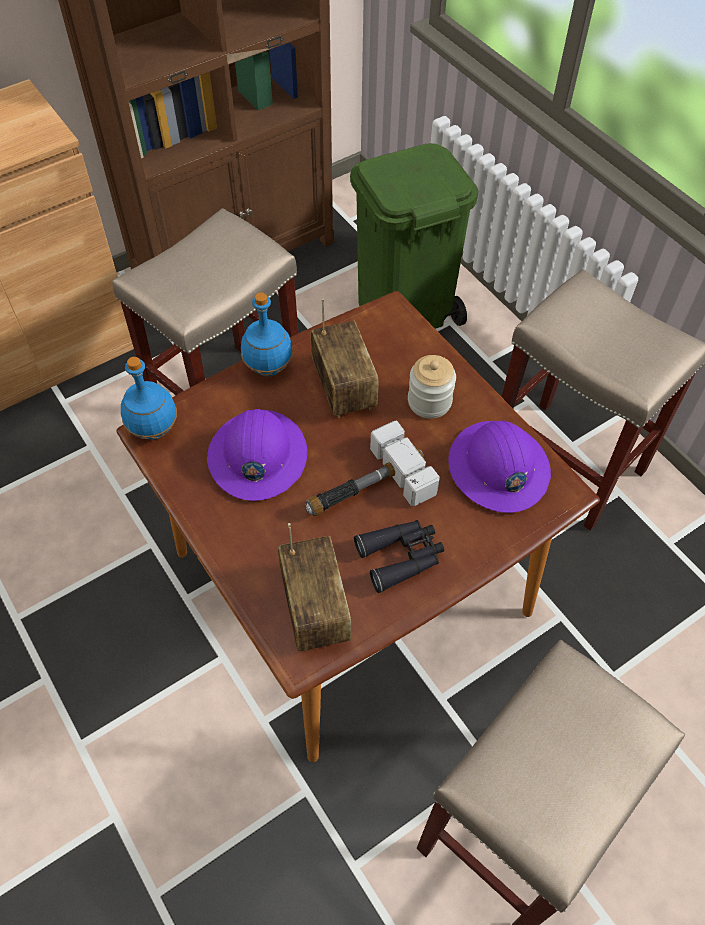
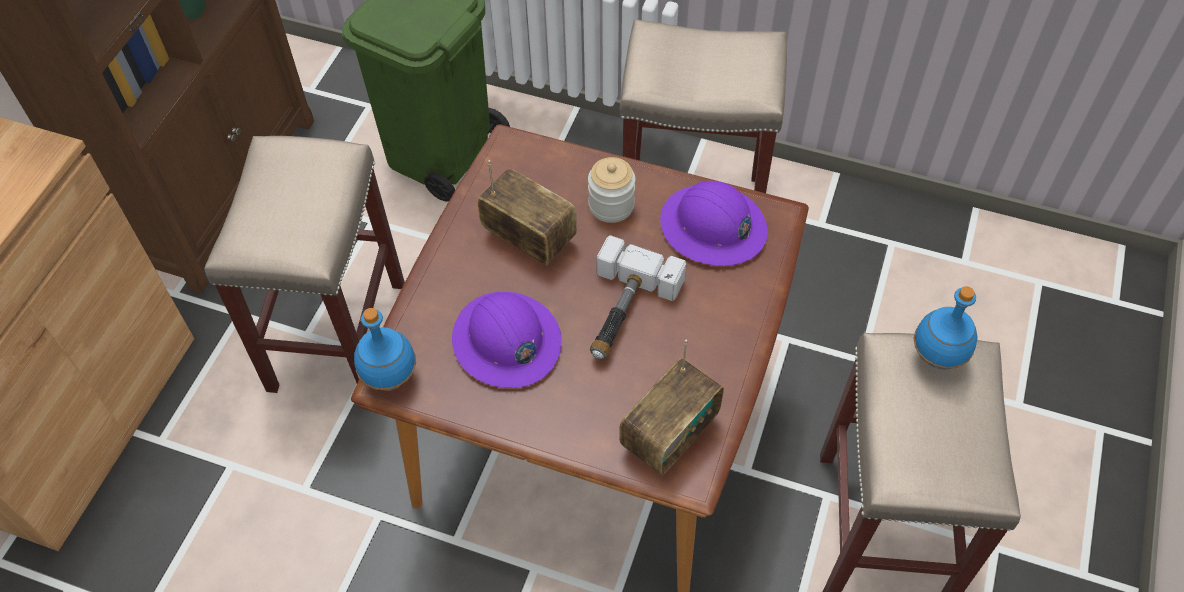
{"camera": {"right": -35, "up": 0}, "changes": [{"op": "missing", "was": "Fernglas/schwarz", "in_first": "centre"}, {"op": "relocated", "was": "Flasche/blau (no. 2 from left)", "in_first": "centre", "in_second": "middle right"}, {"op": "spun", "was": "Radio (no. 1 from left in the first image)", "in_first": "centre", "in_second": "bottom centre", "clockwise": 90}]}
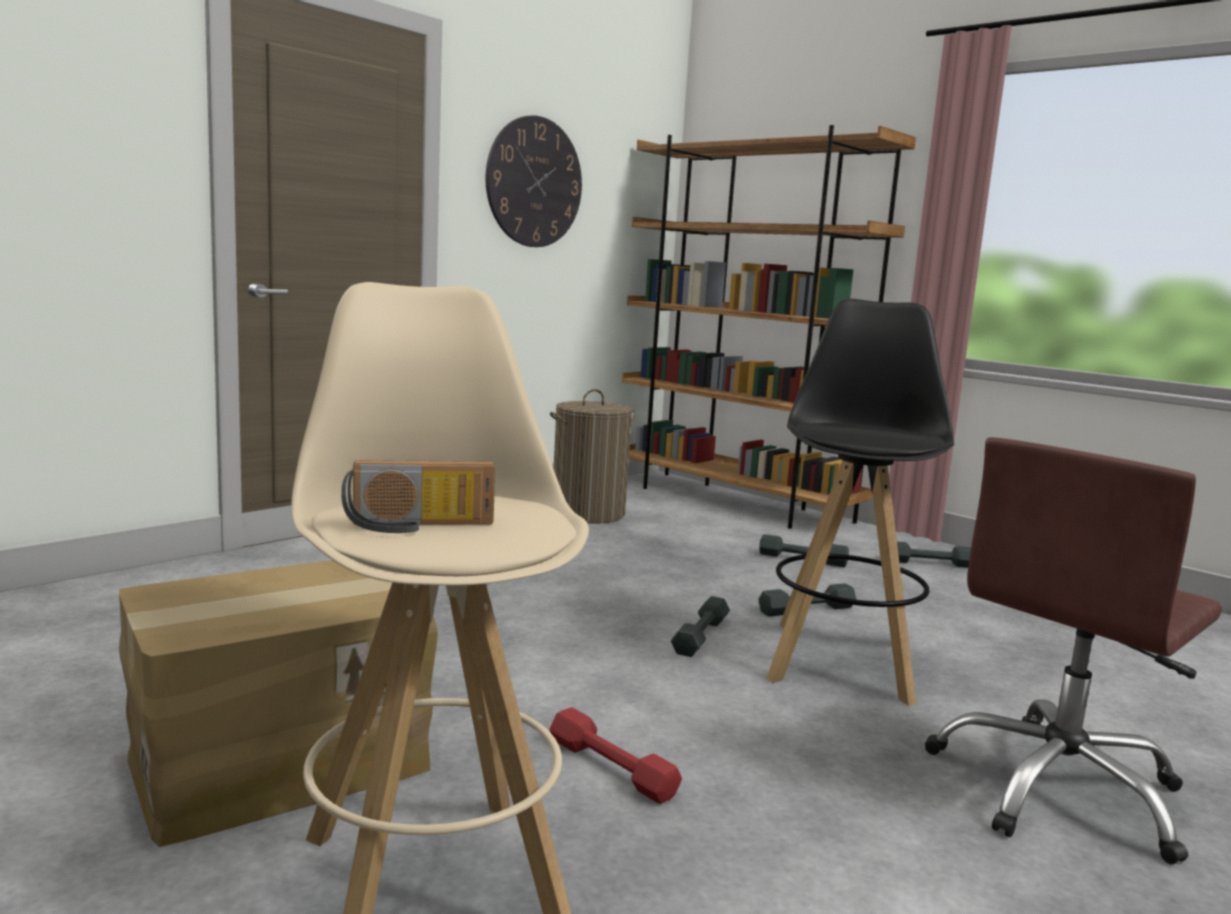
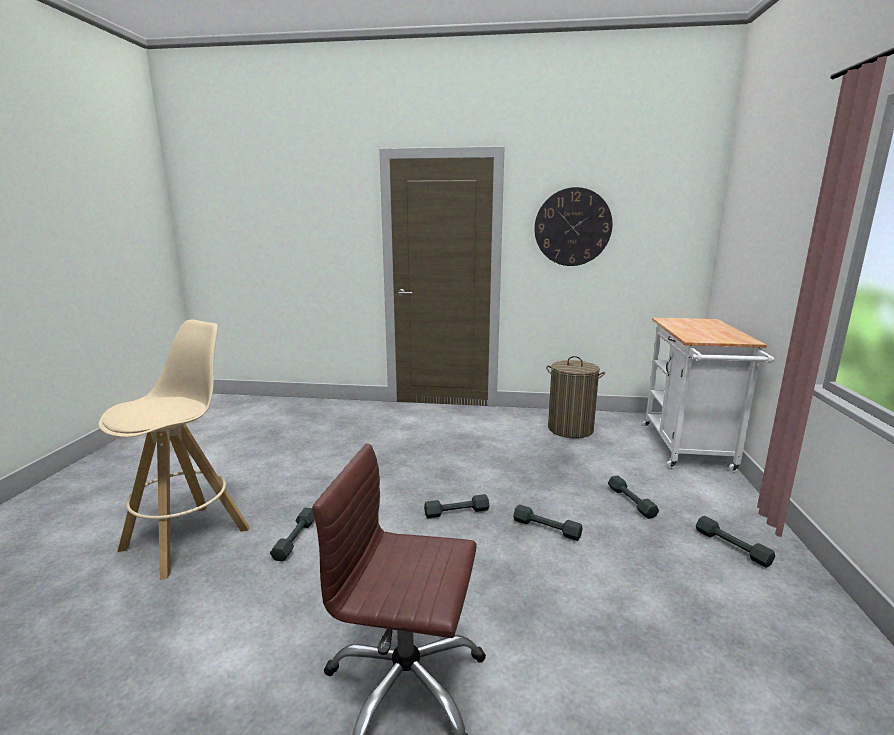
{"camera": {"right": 55, "up": 5}, "changes": [{"op": "missing", "was": "Karton", "in_first": "bottom left"}, {"op": "missing", "was": "Radio", "in_first": "centre"}, {"op": "missing", "was": "Hocker/schwarz", "in_first": "middle right"}, {"op": "exchanged", "was": "Bücherregal/braun", "now": "Rollwagen/weiß", "in_first": "centre", "in_second": "middle right"}, {"op": "colour", "was": "Hantel/rot", "now": "Hantel/grau (no. 1 from left)", "in_first": "bottom centre", "in_second": "bottom left"}]}
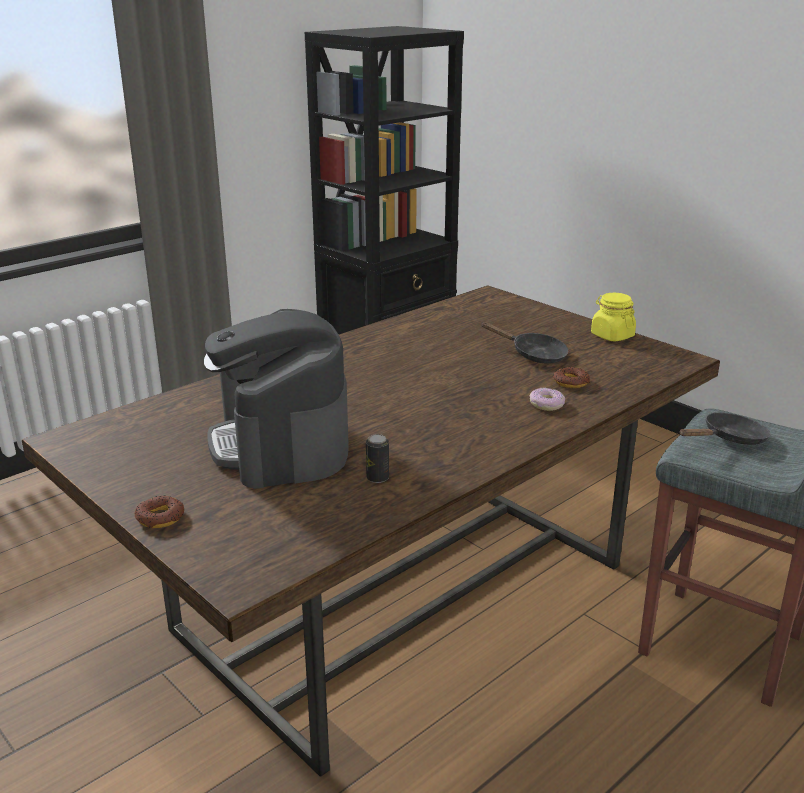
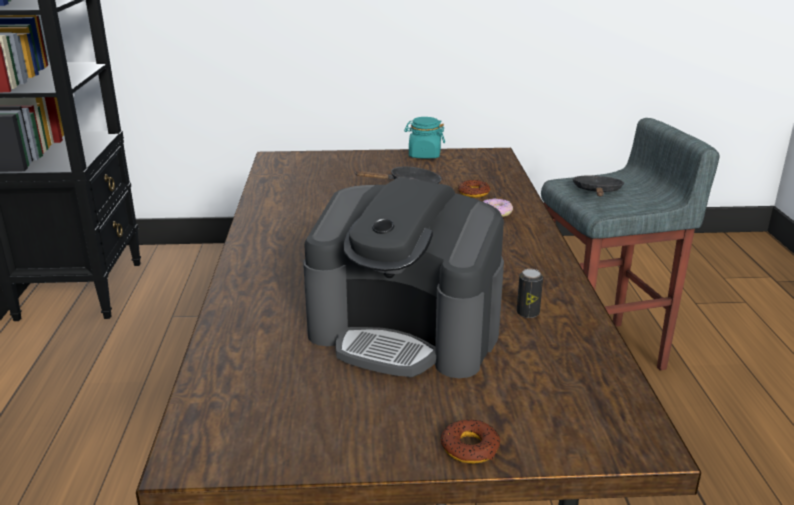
{"camera": {"right": -50, "up": 0}, "changes": [{"op": "colour", "was": "Vorratsglas/gelb", "now": "Vorratsglas/türkis", "in_first": "middle right", "in_second": "top centre"}]}
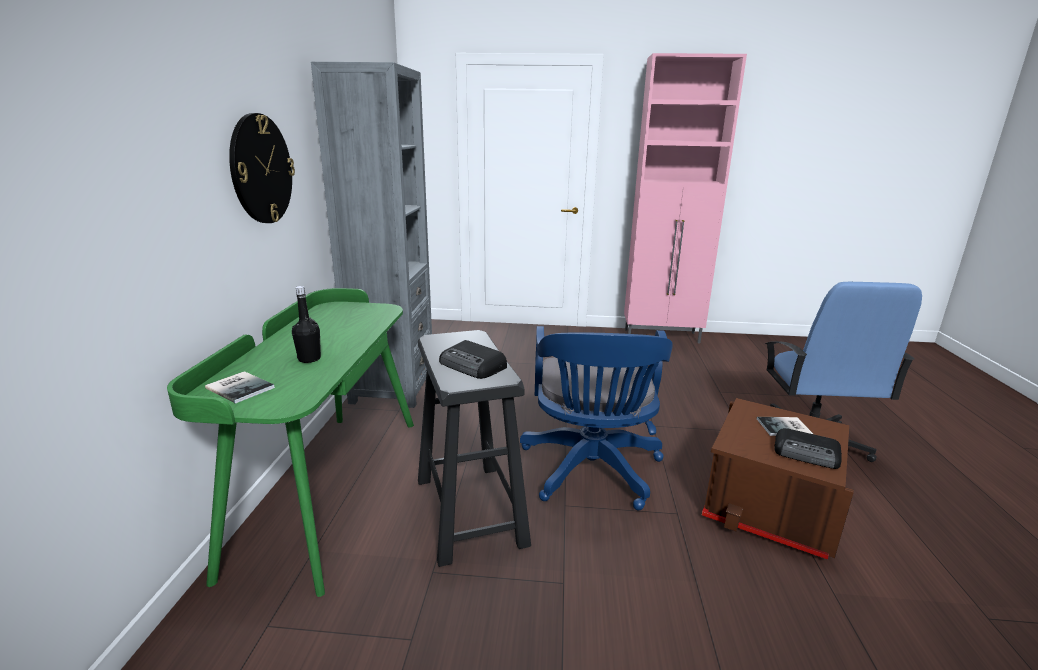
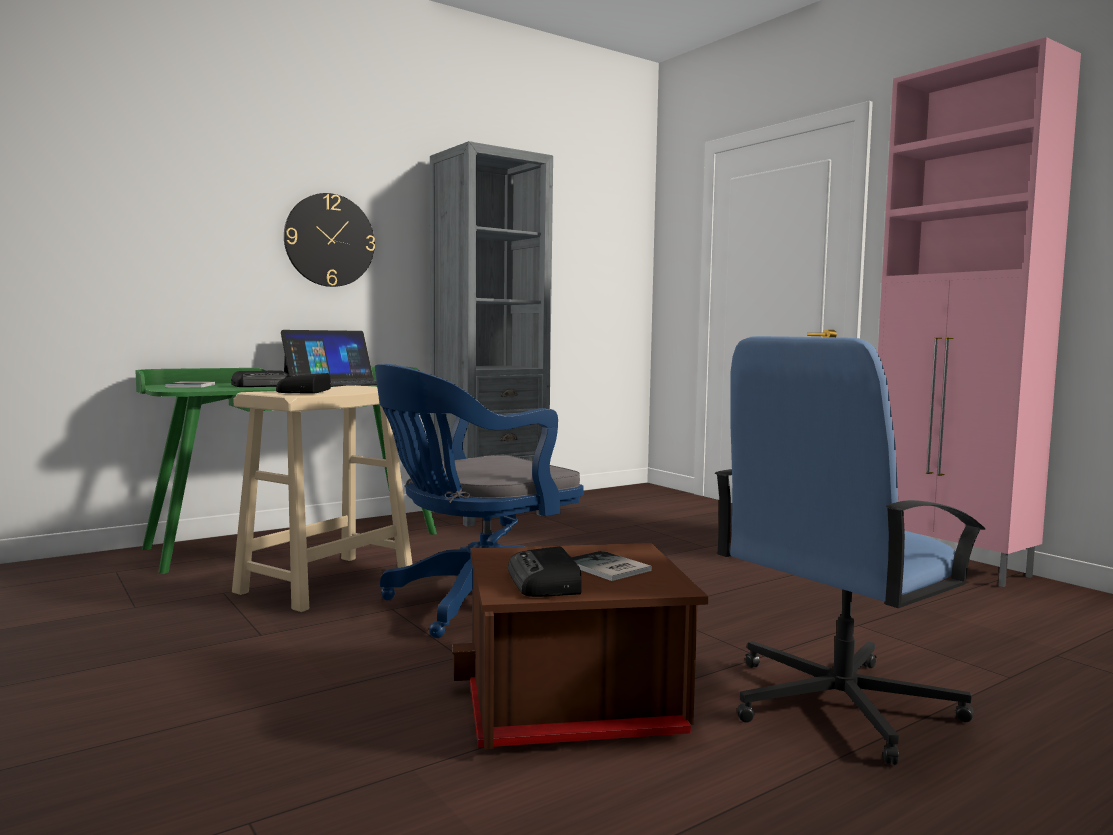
{"camera": {"right": 50, "up": -15}, "changes": [{"op": "appeared", "now": "Laptop", "in_second": "middle left"}, {"op": "exchanged", "was": "Flasche/schwarz", "now": "Radio (no. 1 from left)", "in_first": "middle left", "in_second": "middle left"}, {"op": "colour", "was": "Hocker/schwarz", "now": "Hocker/beige", "in_first": "bottom centre", "in_second": "middle left"}]}
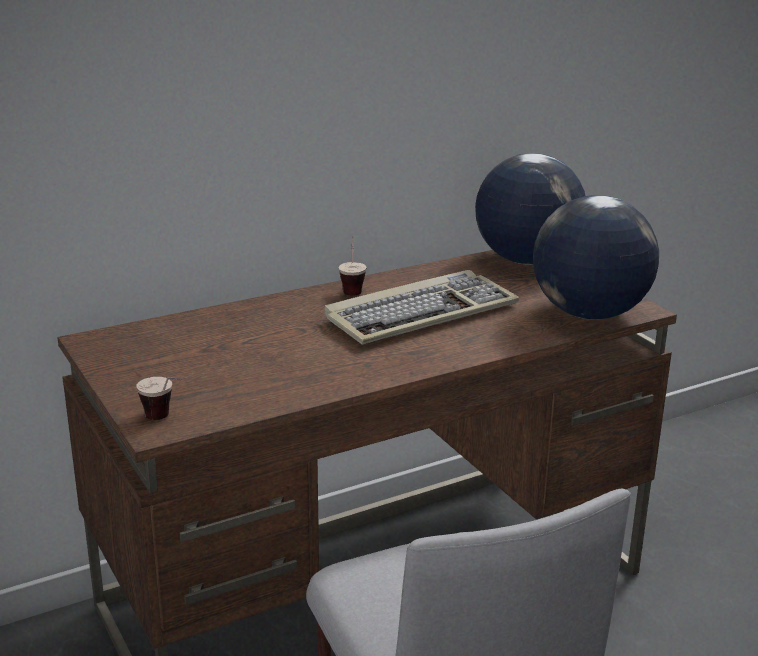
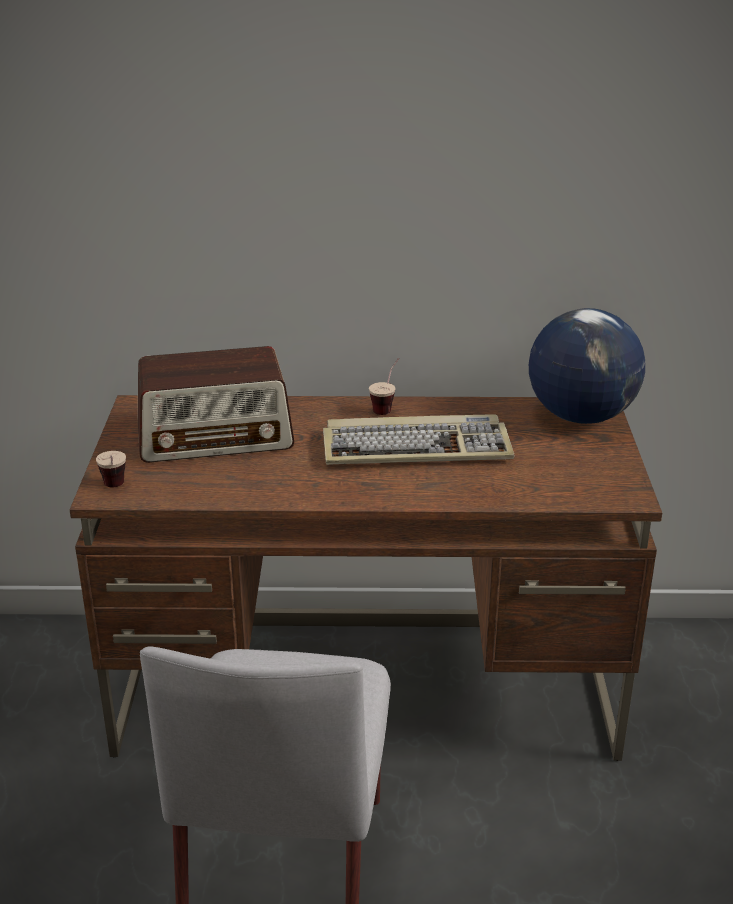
{"camera": {"right": 30, "up": 5}, "changes": [{"op": "missing", "was": "Globus (no. 2 from left)", "in_first": "middle right"}, {"op": "appeared", "now": "Radio", "in_second": "middle left"}]}
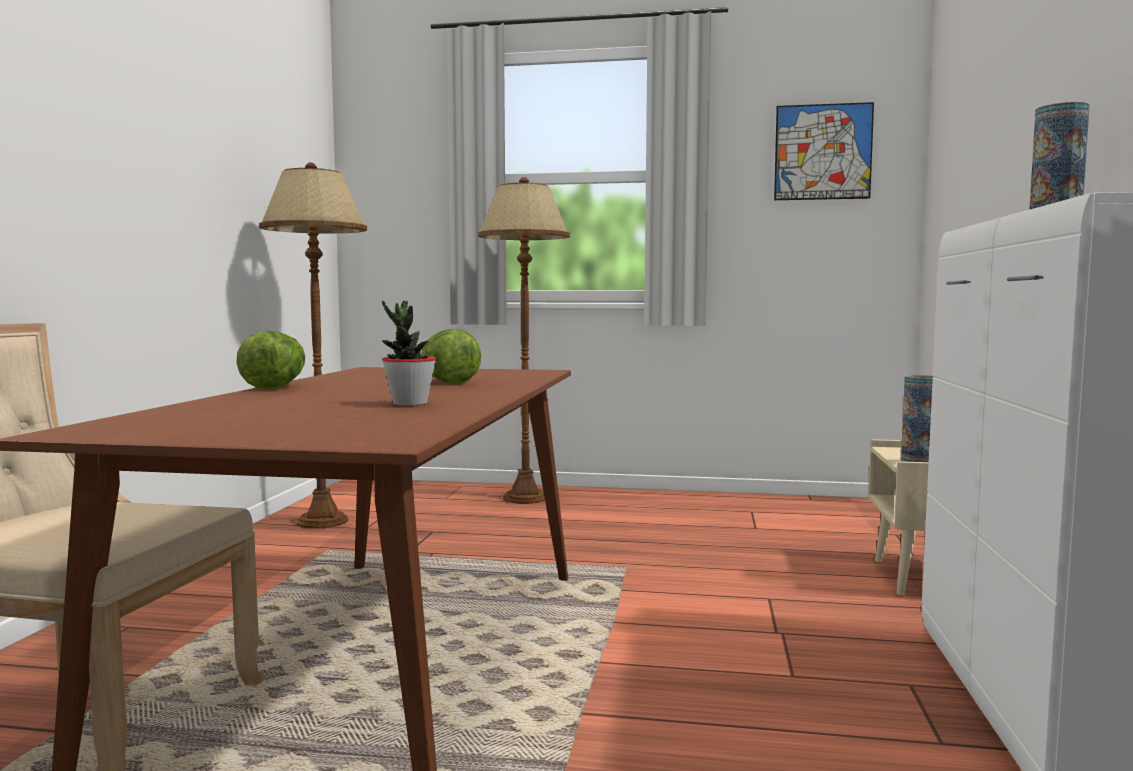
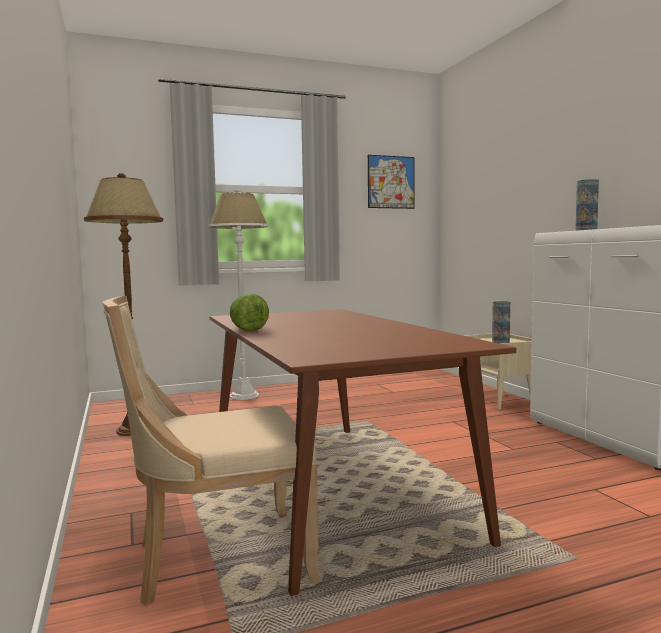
{"camera": {"right": -30, "up": 0}, "changes": [{"op": "missing", "was": "Topfpflanze", "in_first": "centre"}, {"op": "missing", "was": "Salatkopf (no. 2 from left)", "in_first": "centre"}, {"op": "colour", "was": "Stehlampe/braun (no. 2 from left)", "now": "Stehlampe/weiß", "in_first": "centre", "in_second": "centre"}]}
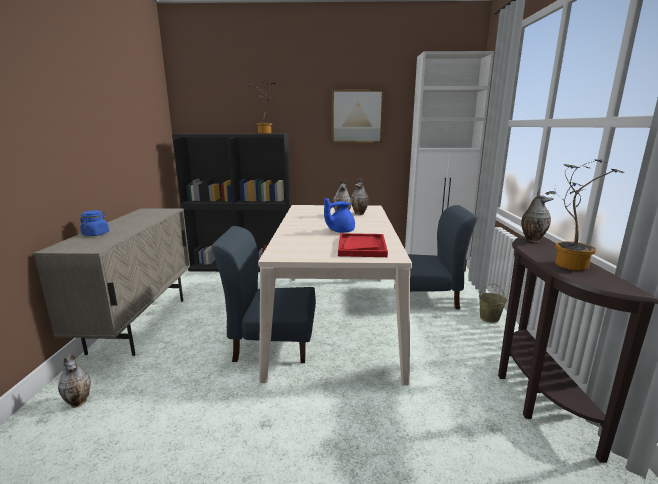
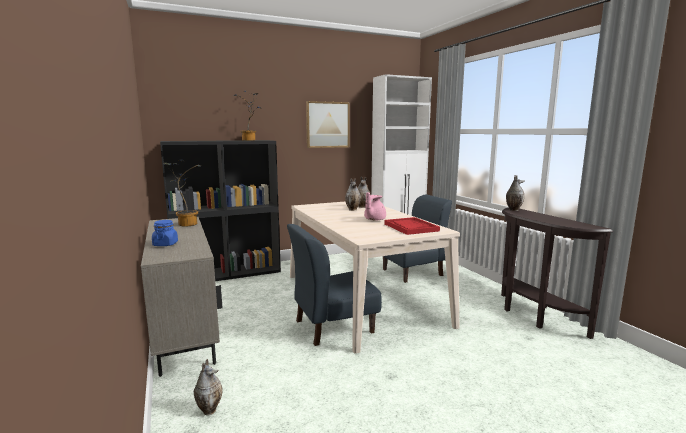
{"camera": {"right": -25, "up": -5}, "changes": [{"op": "missing", "was": "Eimer/beige", "in_first": "middle right"}, {"op": "relocated", "was": "Topfpflanze (no. 2 from left in the first image)", "now": "Topfpflanze (no. 1 from left)", "in_first": "middle right", "in_second": "middle left"}, {"op": "colour", "was": "Teekanne/blau", "now": "Teekanne/rosa", "in_first": "centre", "in_second": "centre"}]}
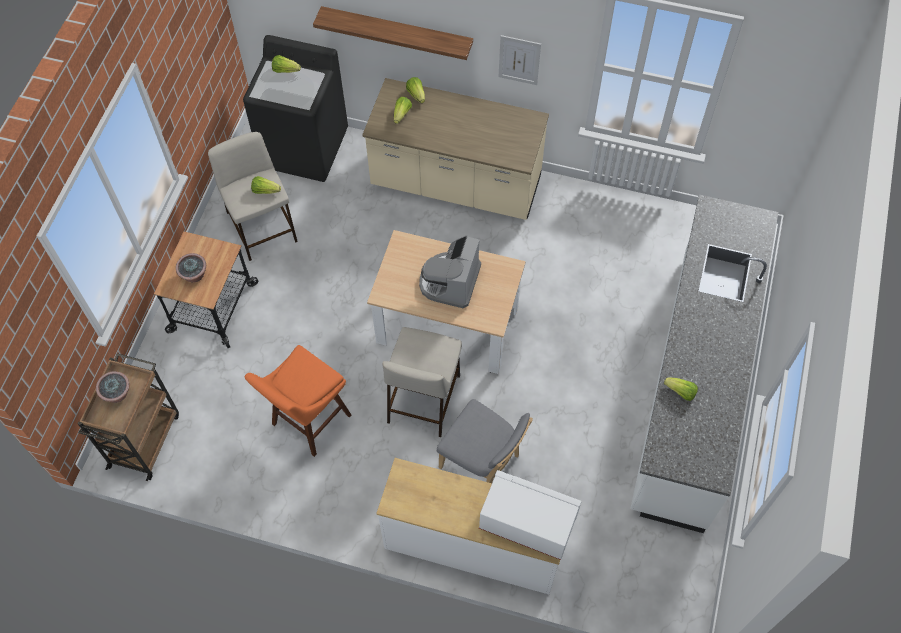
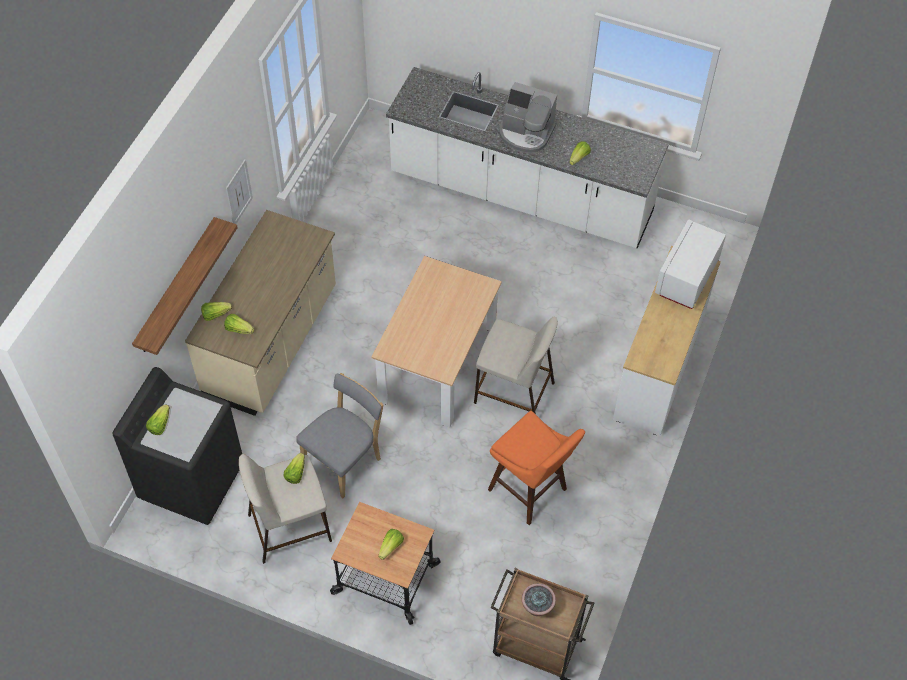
{"camera": {"right": -85, "up": -5}, "changes": [{"op": "relocated", "was": "Kaffeemaschine", "in_first": "centre", "in_second": "top centre"}, {"op": "relocated", "was": "Stuhl/grau", "in_first": "bottom centre", "in_second": "centre"}, {"op": "exchanged", "was": "Topfpflanze (no. 2 from left)", "now": "Salatkopf (no. 5 from left)", "in_first": "middle left", "in_second": "bottom centre"}]}
